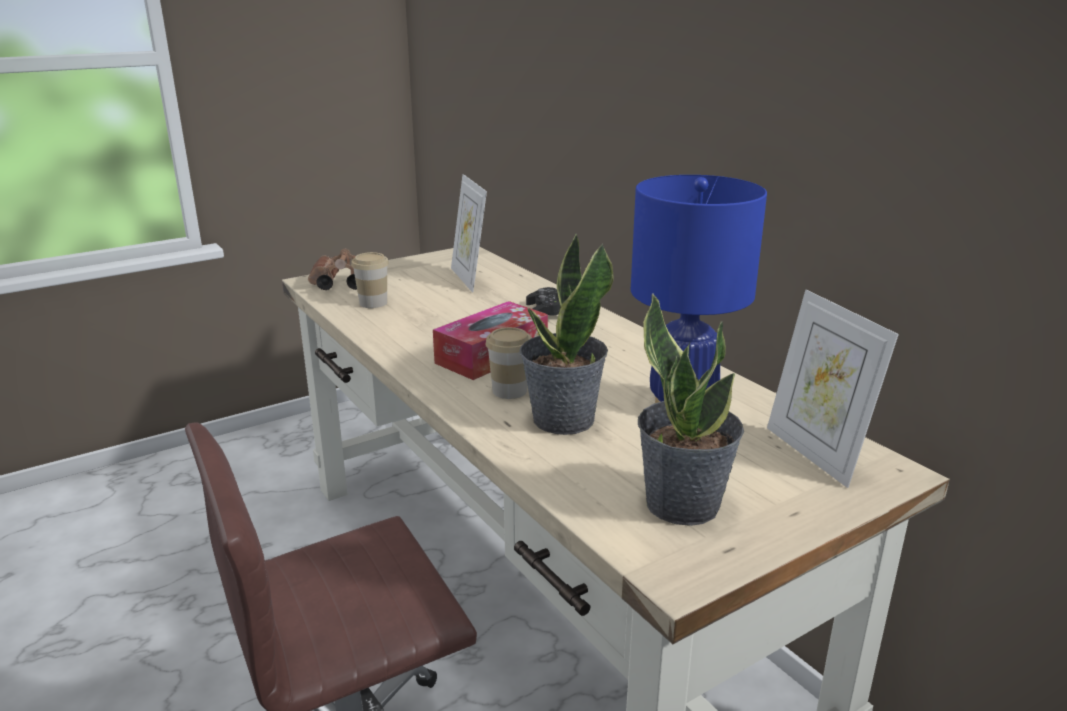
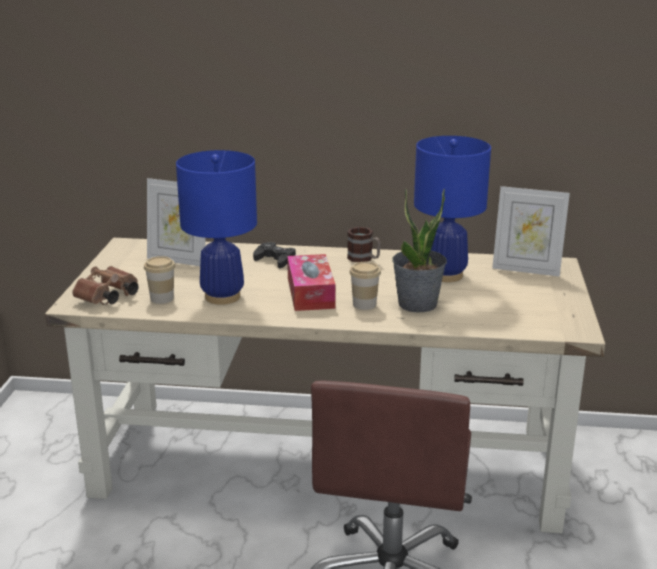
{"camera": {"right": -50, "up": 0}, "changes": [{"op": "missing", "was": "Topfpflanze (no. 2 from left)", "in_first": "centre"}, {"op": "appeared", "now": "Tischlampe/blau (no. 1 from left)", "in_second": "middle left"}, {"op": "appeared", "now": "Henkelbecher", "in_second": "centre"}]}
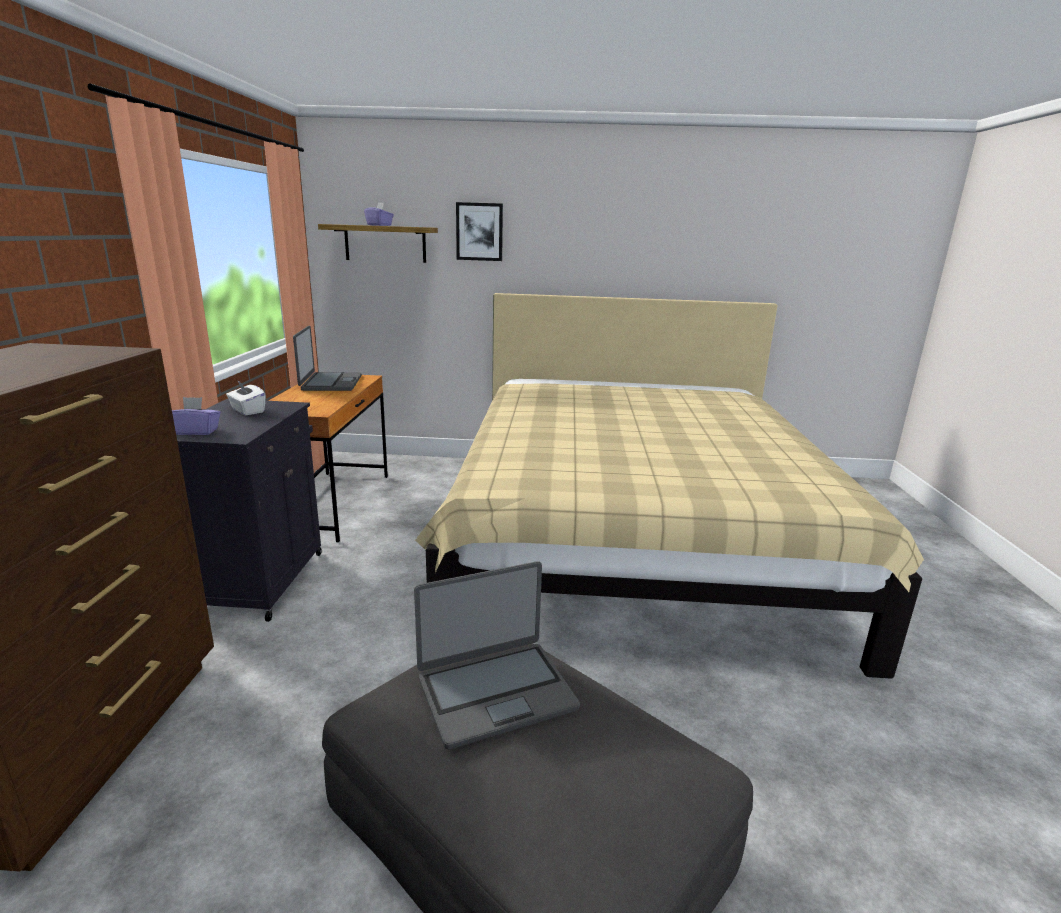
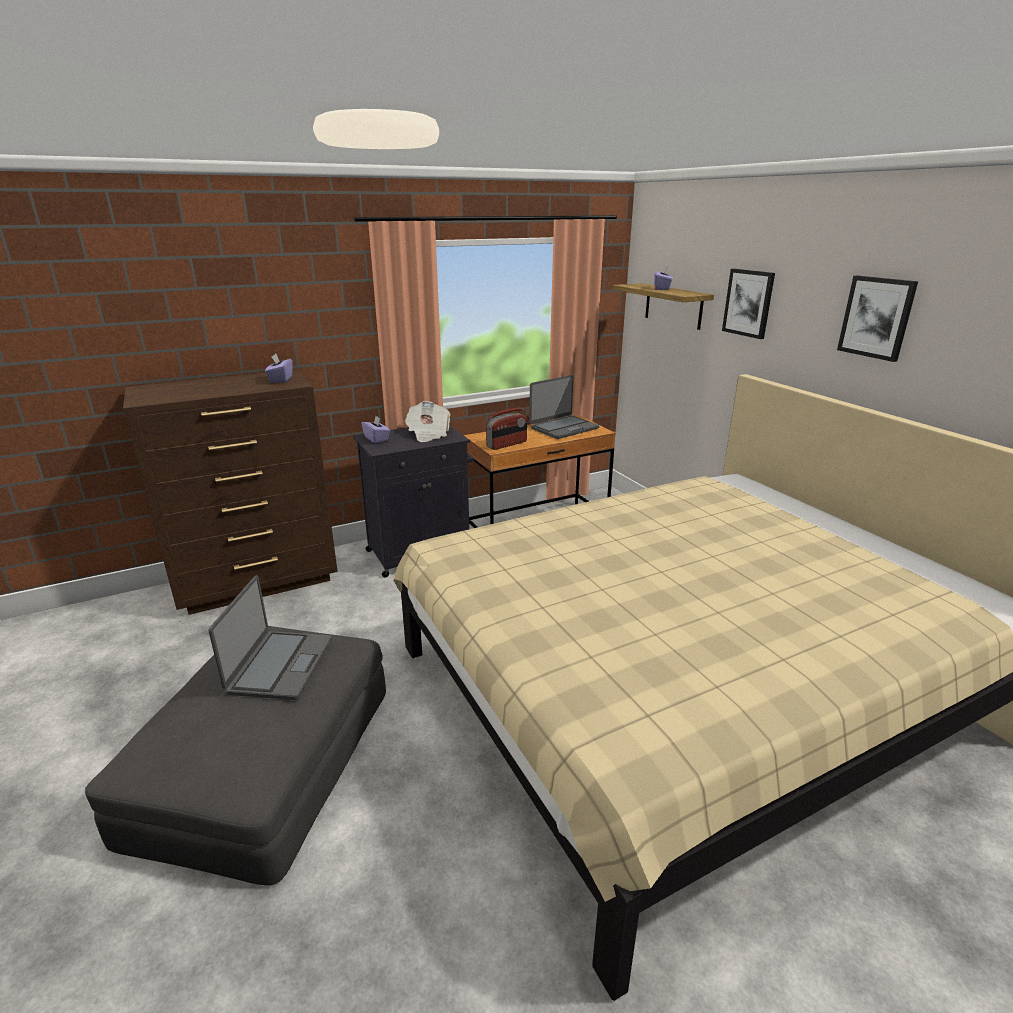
{"camera": {"right": 60, "up": 5}, "changes": [{"op": "appeared", "now": "Taschentuchbox/lila (no. 1 from left)", "in_second": "middle left"}, {"op": "appeared", "now": "Radio", "in_second": "centre"}, {"op": "appeared", "now": "Bild (no. 2 from left)", "in_second": "top right"}, {"op": "exchanged", "was": "Taschentuchbox/weiß", "now": "Zeitung", "in_first": "middle left", "in_second": "centre"}, {"op": "spun", "was": "Laptop (no. 2 from left in the first image)", "in_first": "bottom centre", "in_second": "middle left", "clockwise": -120}]}
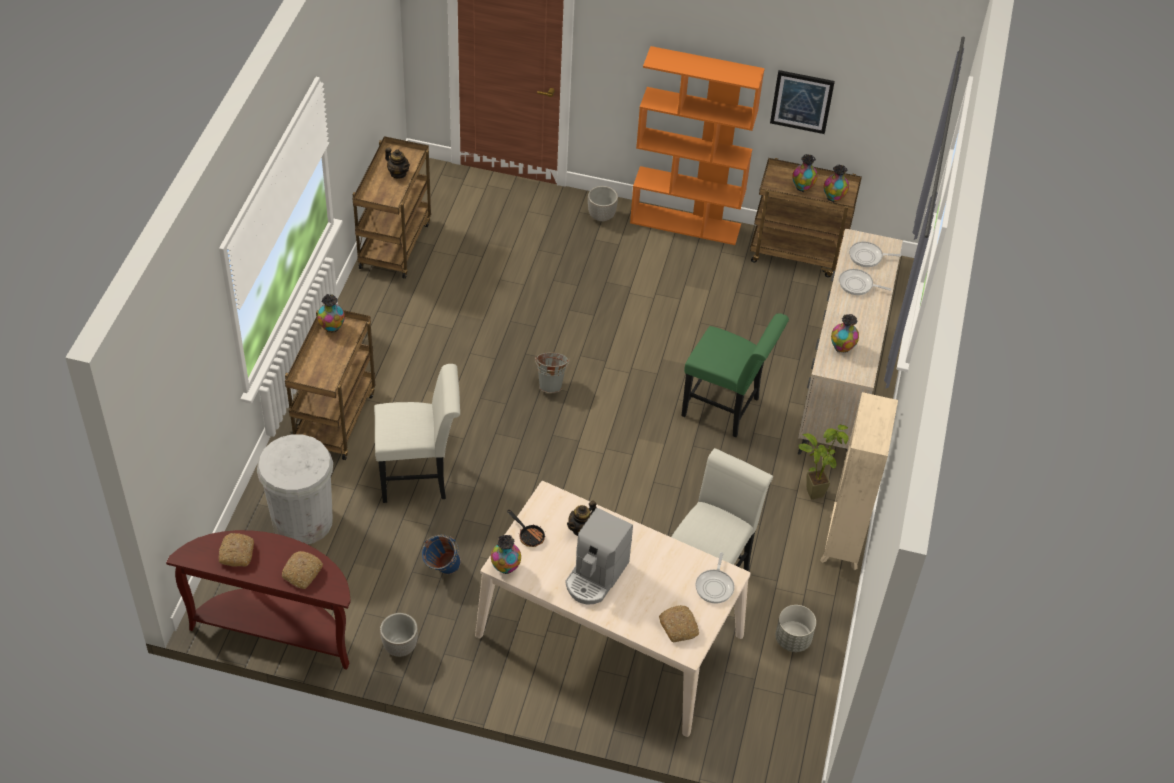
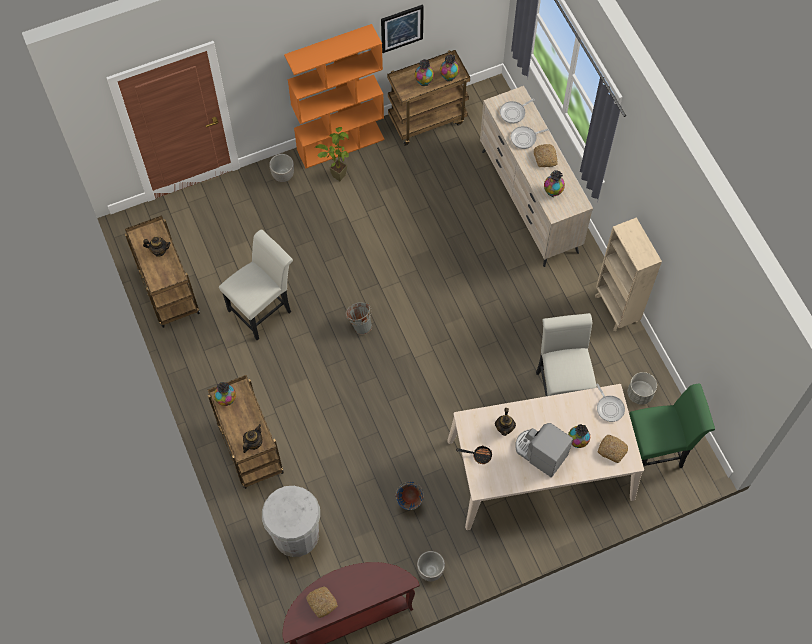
{"camera": {"right": -35, "up": 15}, "changes": [{"op": "appeared", "now": "Teekanne (no. 2 from left)", "in_second": "bottom left"}, {"op": "relocated", "was": "Brot (no. 2 from left)", "in_first": "bottom left", "in_second": "top right"}, {"op": "relocated", "was": "Stuhl/weiß (no. 1 from left)", "in_first": "centre", "in_second": "middle left"}, {"op": "relocated", "was": "Vase (no. 2 from left in the first image)", "now": "Vase (no. 5 from left)", "in_first": "bottom centre", "in_second": "bottom right"}, {"op": "relocated", "was": "Stuhl/grün", "in_first": "centre", "in_second": "middle right"}, {"op": "relocated", "was": "Topfpflanze", "in_first": "middle right", "in_second": "top centre"}, {"op": "spun", "was": "Kaffeemaschine", "in_first": "bottom centre", "in_second": "bottom right", "clockwise": 135}]}
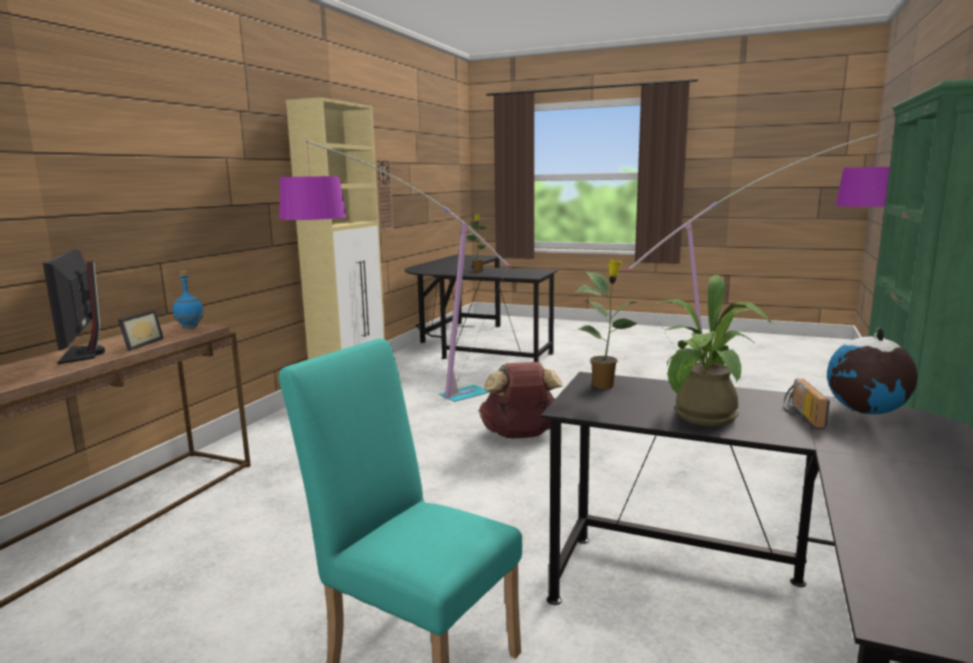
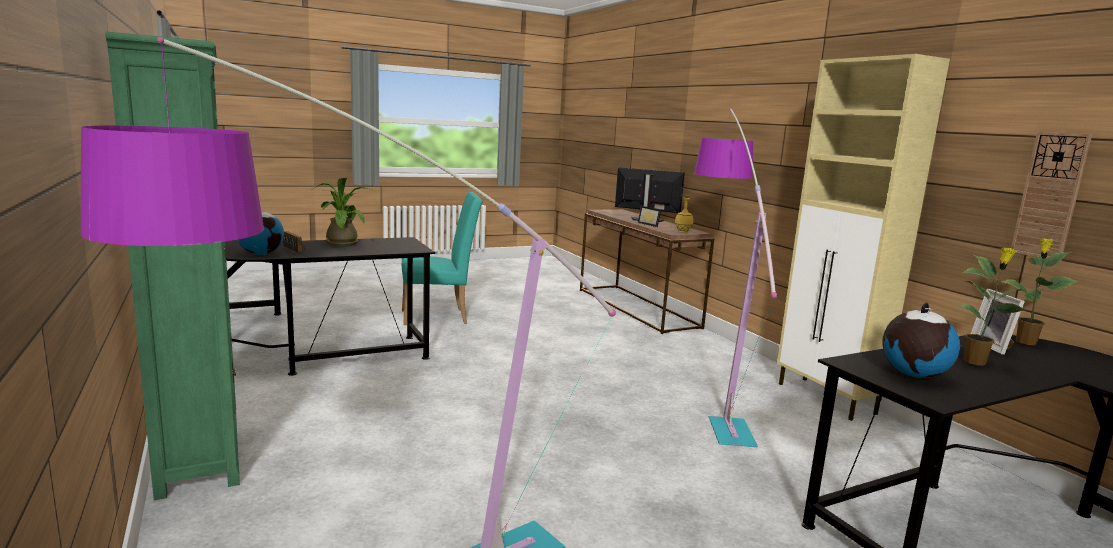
{"camera": {"right": 130, "up": 0}, "changes": [{"op": "missing", "was": "Rucksack/braun", "in_first": "centre"}, {"op": "appeared", "now": "Globus (no. 2 from left)", "in_second": "middle right"}, {"op": "appeared", "now": "Bilderrahmen (no. 2 from left)", "in_second": "middle right"}, {"op": "relocated", "was": "Topfpflanze (no. 2 from left in the first image)", "now": "Topfpflanze (no. 3 from left)", "in_first": "centre", "in_second": "middle right"}, {"op": "colour", "was": "Flasche/blau", "now": "Flasche/gelb", "in_first": "middle left", "in_second": "centre"}]}
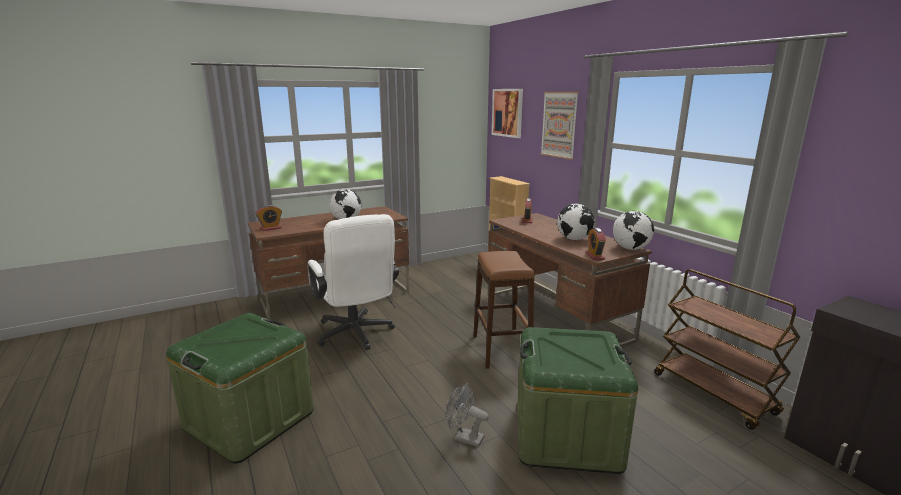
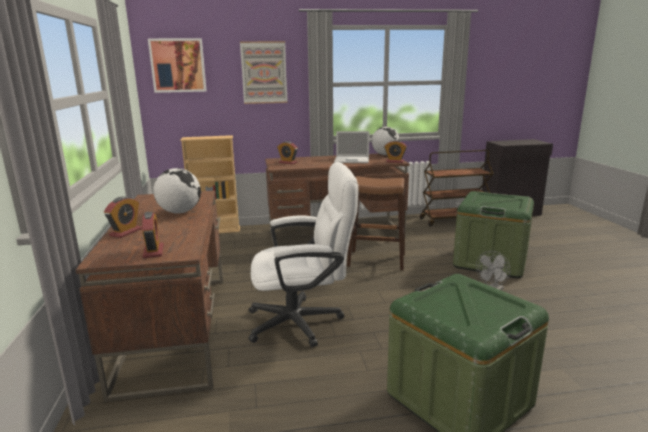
{"camera": {"right": -70, "up": 0}, "changes": [{"op": "appeared", "now": "Wecker (no. 1 from left)", "in_second": "middle left"}, {"op": "exchanged", "was": "Globus (no. 2 from left)", "now": "Laptop", "in_first": "centre", "in_second": "centre"}]}
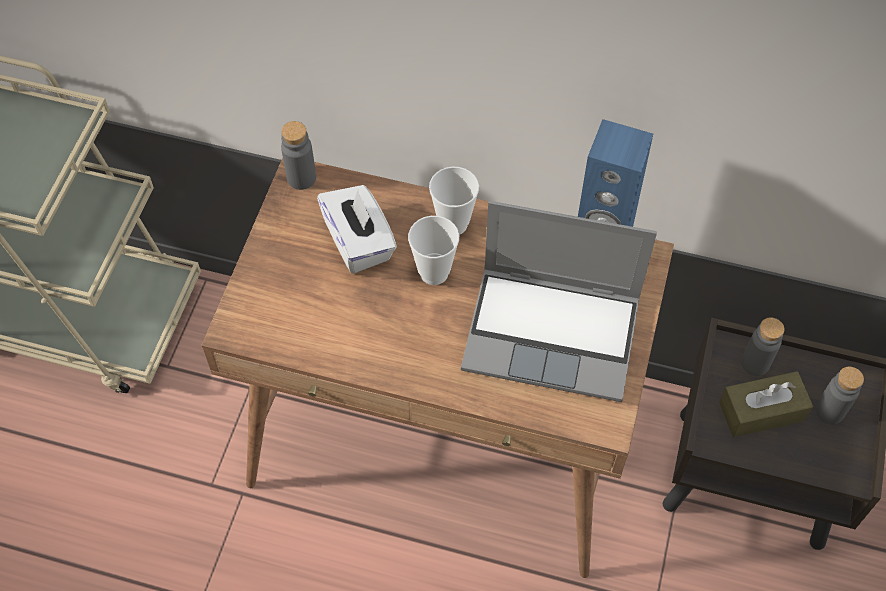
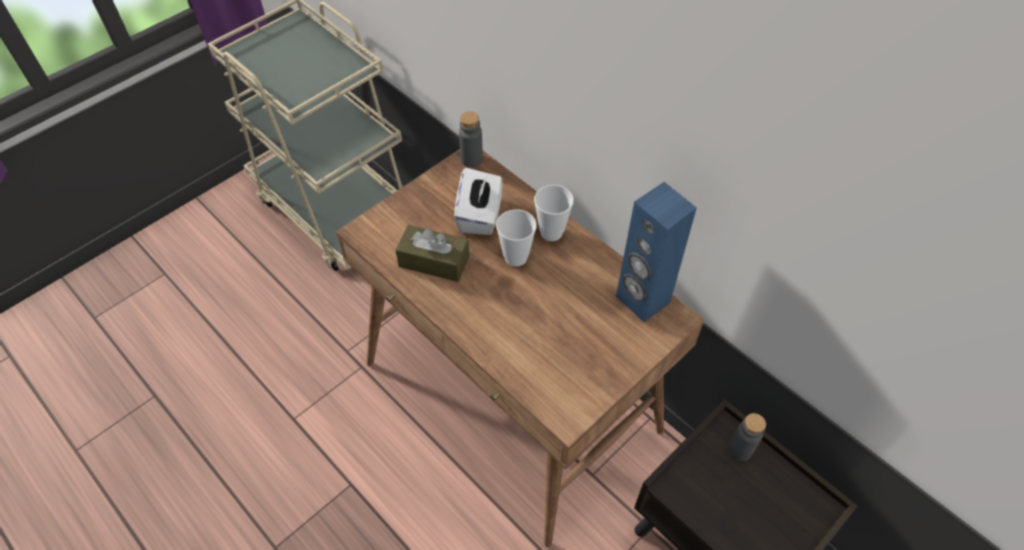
{"camera": {"right": 30, "up": -5}, "changes": [{"op": "missing", "was": "Laptop", "in_first": "centre"}, {"op": "missing", "was": "Flasche/grau (no. 3 from left)", "in_first": "bottom right"}, {"op": "relocated", "was": "Taschentuchbox/braun", "in_first": "bottom right", "in_second": "centre"}]}
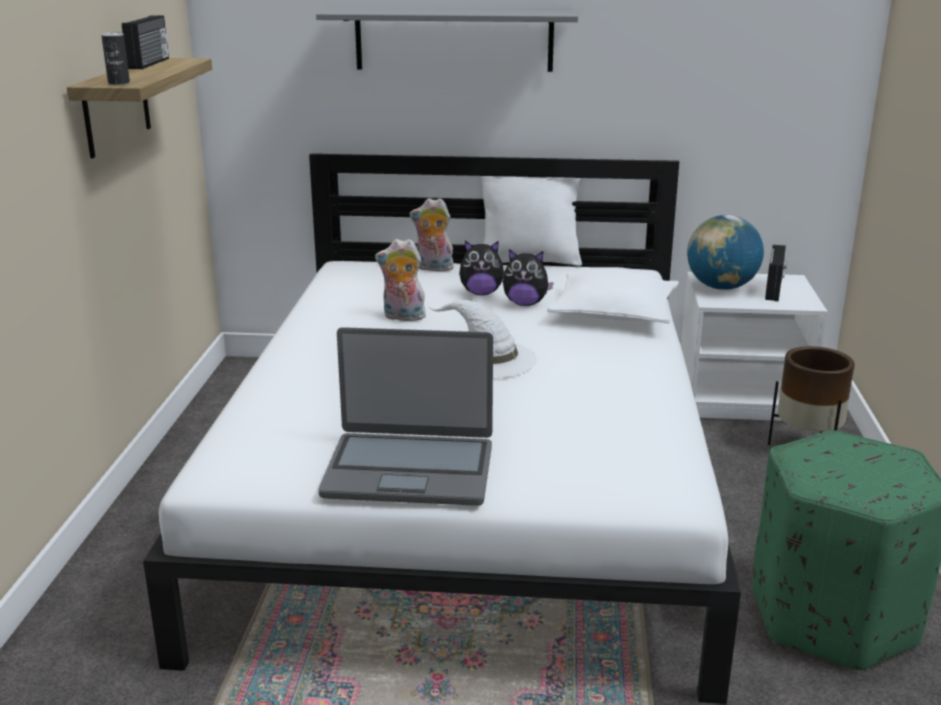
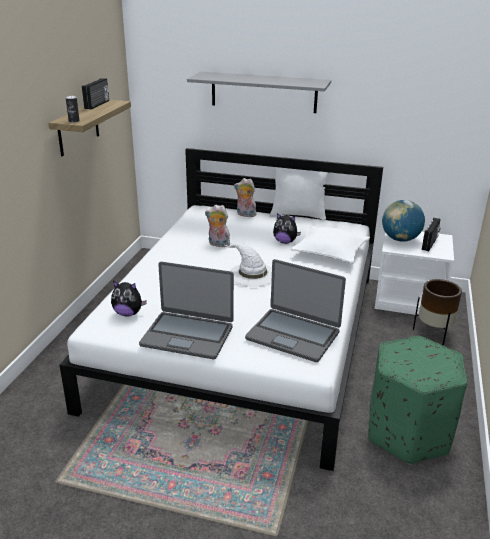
{"camera": {"right": 10, "up": 5}, "changes": [{"op": "appeared", "now": "Laptop (no. 2 from left)", "in_second": "centre"}, {"op": "relocated", "was": "Plüschtier (no. 3 from left in the first image)", "now": "Plüschtier (no. 1 from left)", "in_first": "centre", "in_second": "middle left"}]}
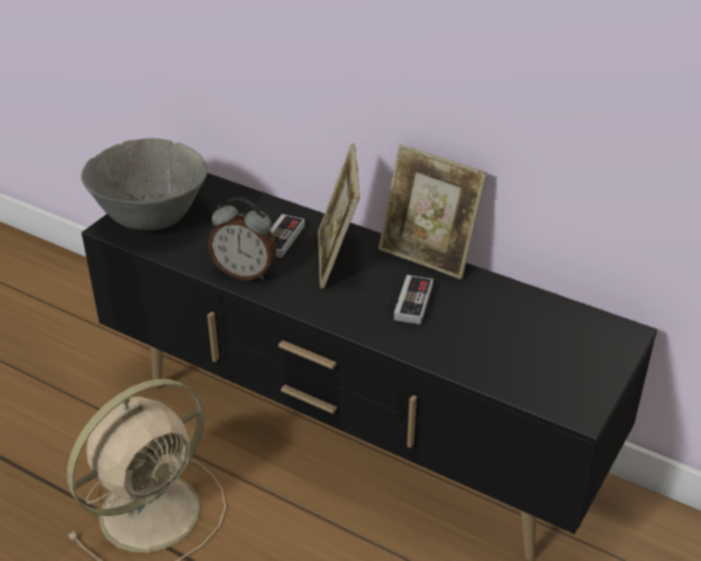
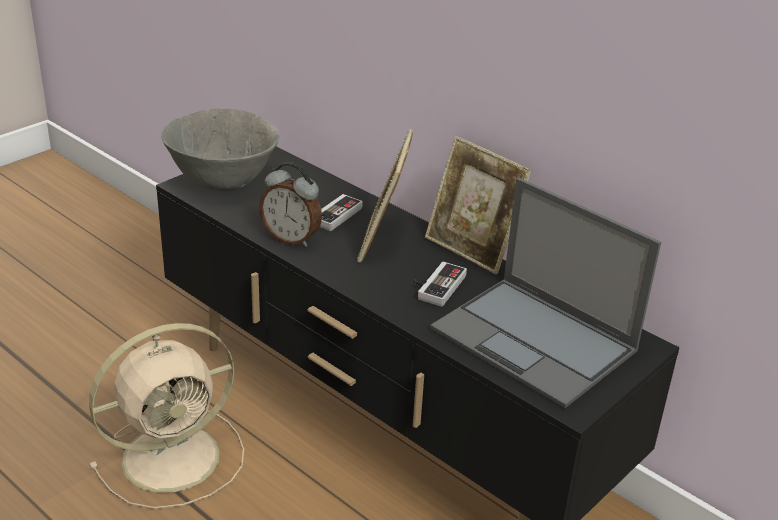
{"camera": {"right": 10, "up": -5}, "changes": [{"op": "appeared", "now": "Laptop", "in_second": "middle right"}]}
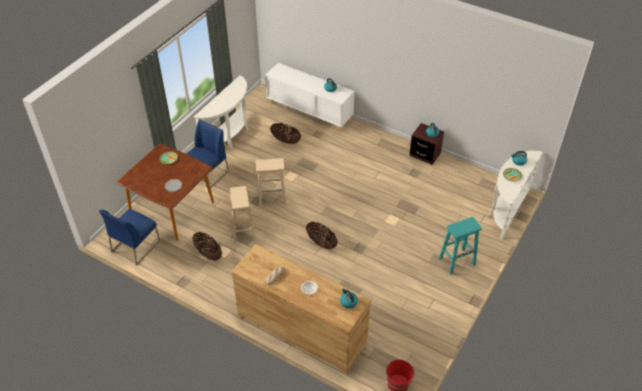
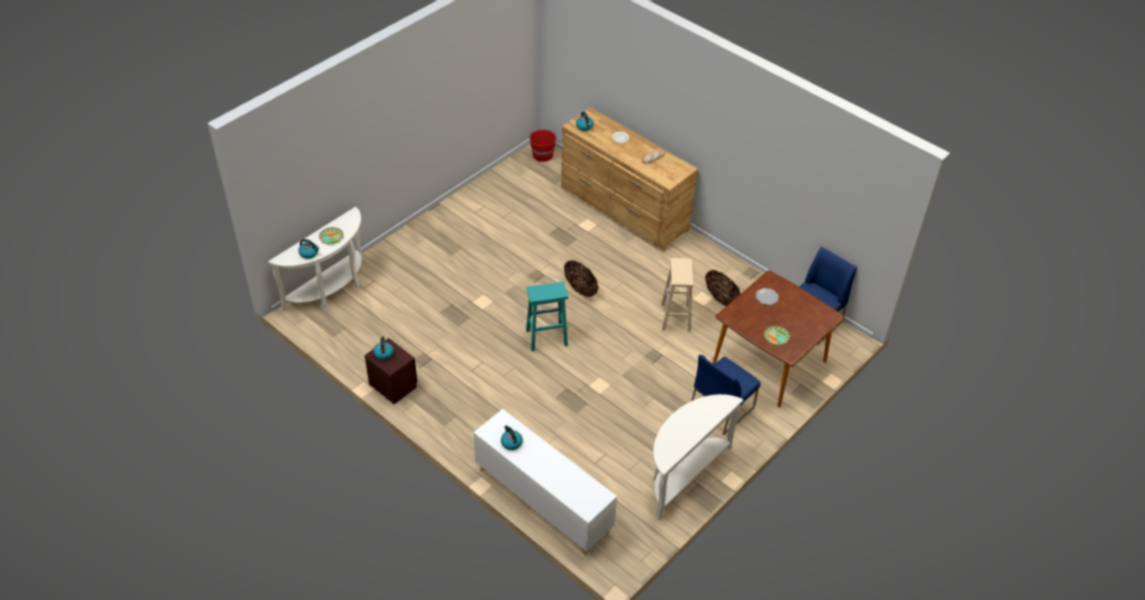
{"camera": {"right": -170, "up": 0}, "changes": [{"op": "missing", "was": "Hocker/beige (no. 2 from left)", "in_first": "centre"}, {"op": "missing", "was": "Korb (no. 2 from left)", "in_first": "centre"}, {"op": "relocated", "was": "Hocker/türkis", "in_first": "middle right", "in_second": "centre"}]}
